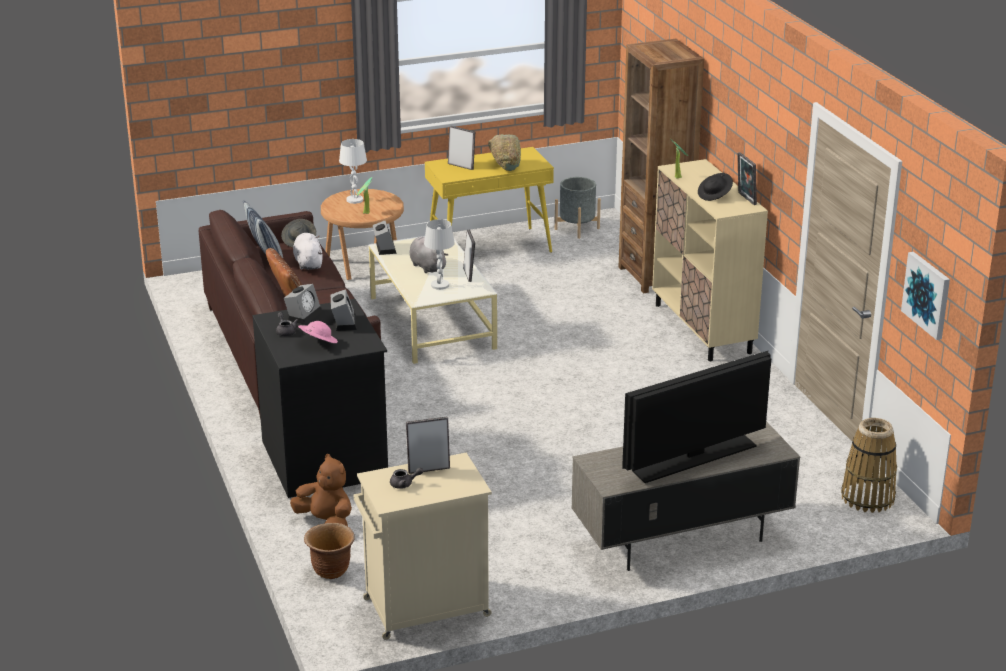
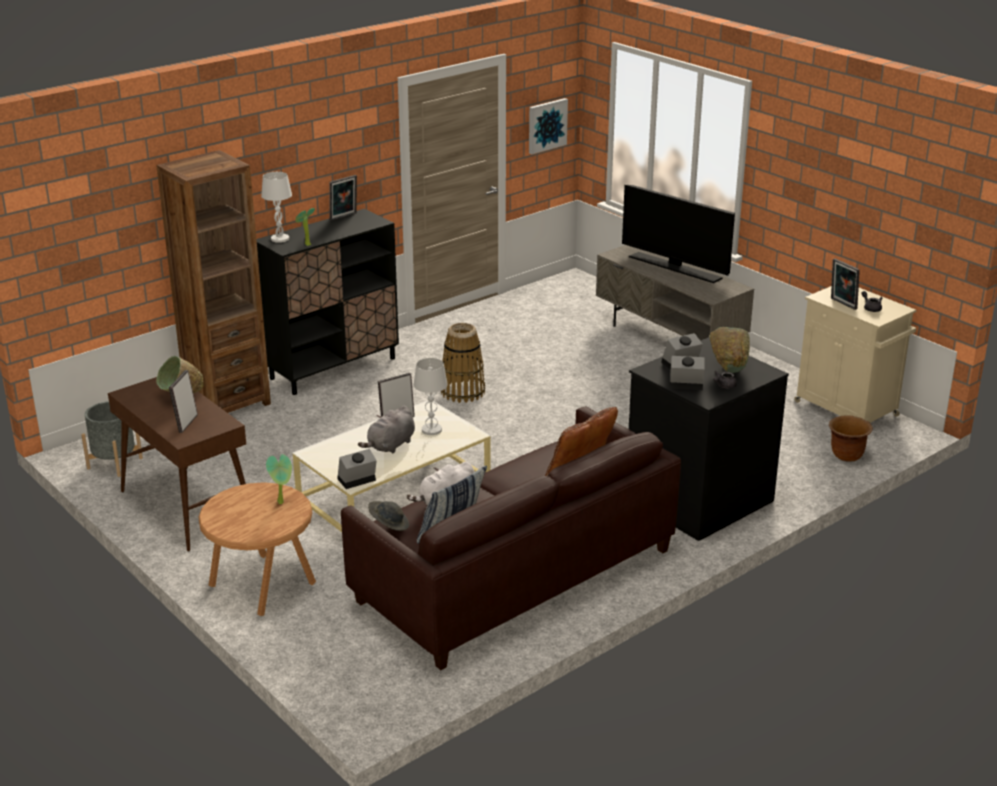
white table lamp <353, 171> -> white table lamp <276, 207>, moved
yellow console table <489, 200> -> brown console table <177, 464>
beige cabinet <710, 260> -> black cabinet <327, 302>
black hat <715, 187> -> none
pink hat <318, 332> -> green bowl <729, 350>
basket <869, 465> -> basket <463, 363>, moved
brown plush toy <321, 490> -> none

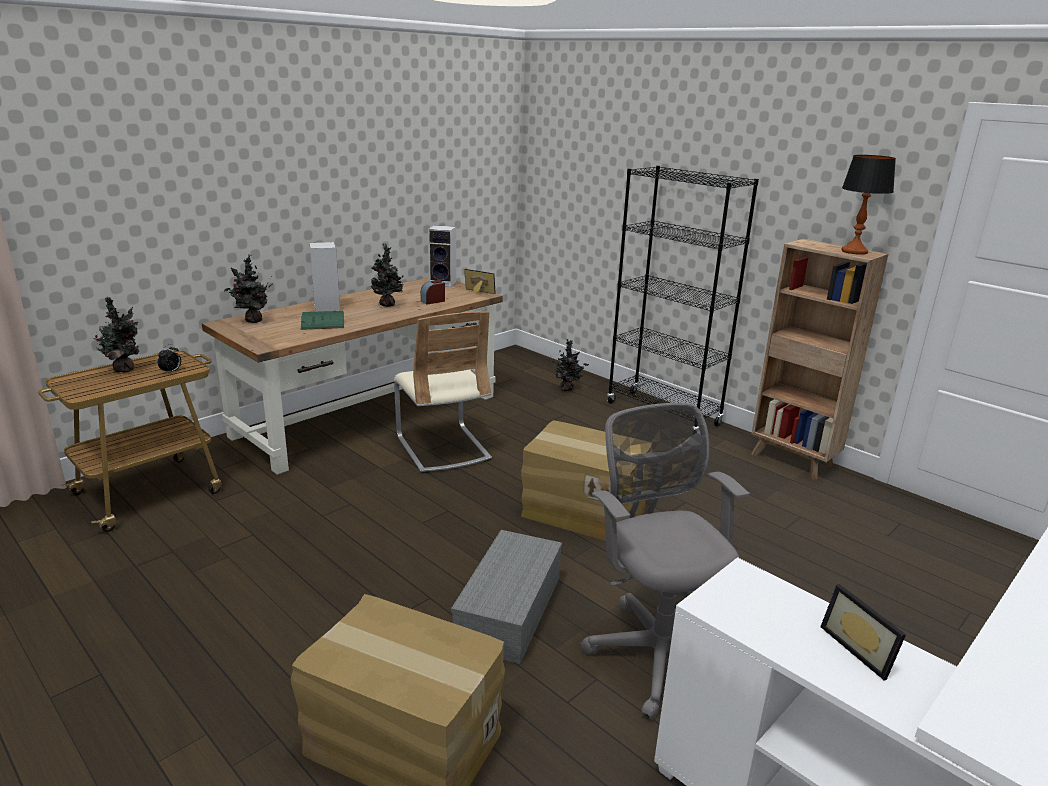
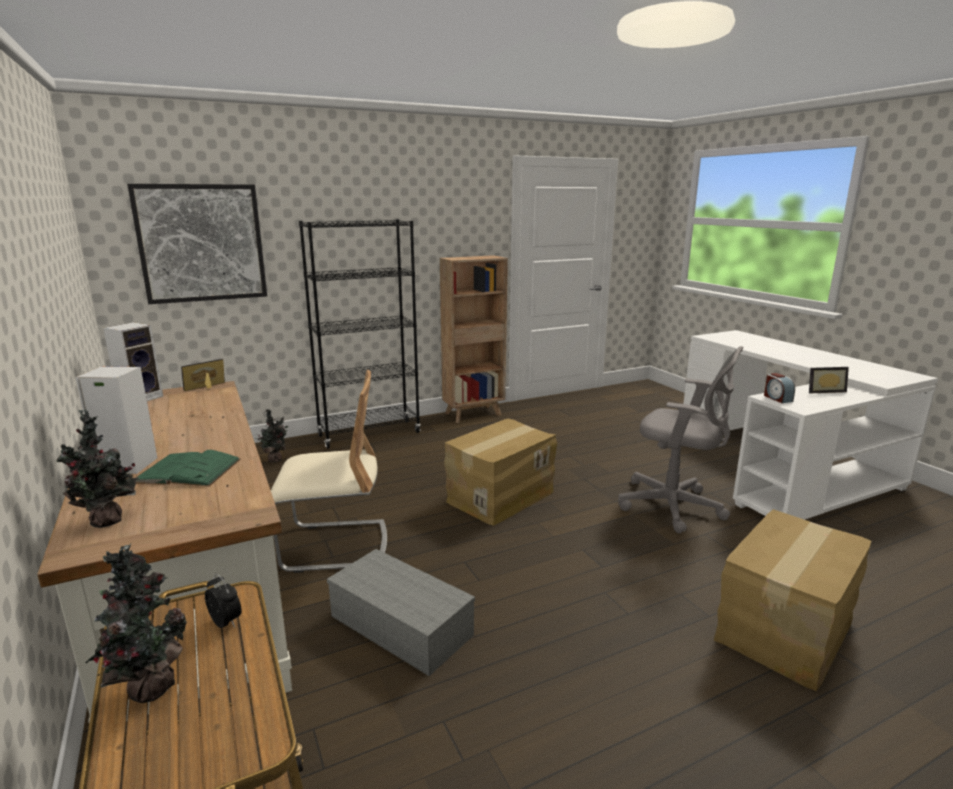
table lamp <868, 205> -> none
potted plant <387, 275> -> none
alarm clock <433, 292> -> alarm clock <779, 388>, moved
grey office chair <665, 561> -> grey office chair <681, 439>, 150 degrees counterclockwise
grey storage box <506, 597> -> grey storage box <401, 612>, moved
none -> picture <197, 244>

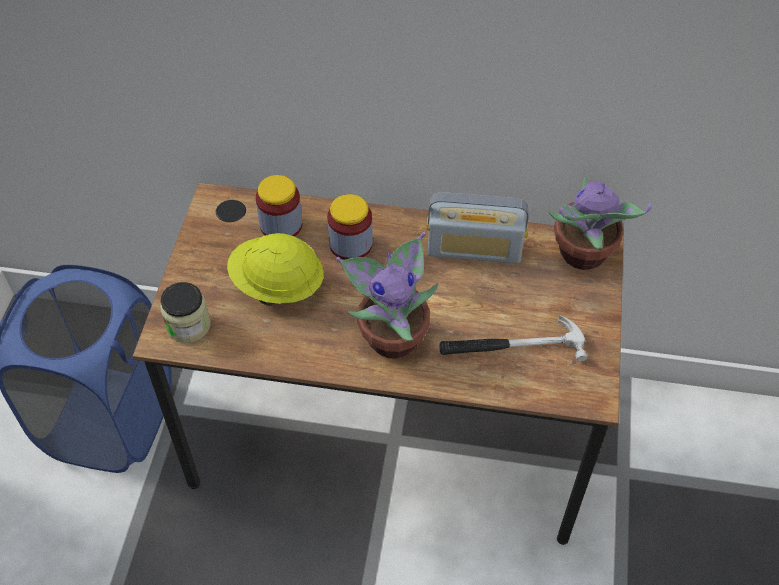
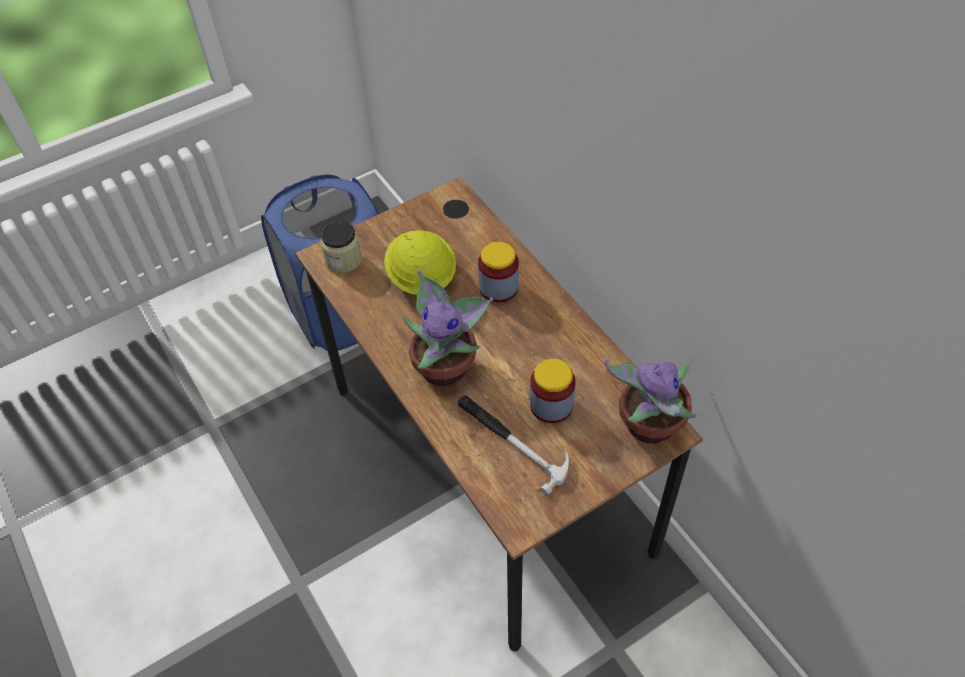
jar <279, 205> -> jar <553, 391>, moved
radio <478, 228> -> none

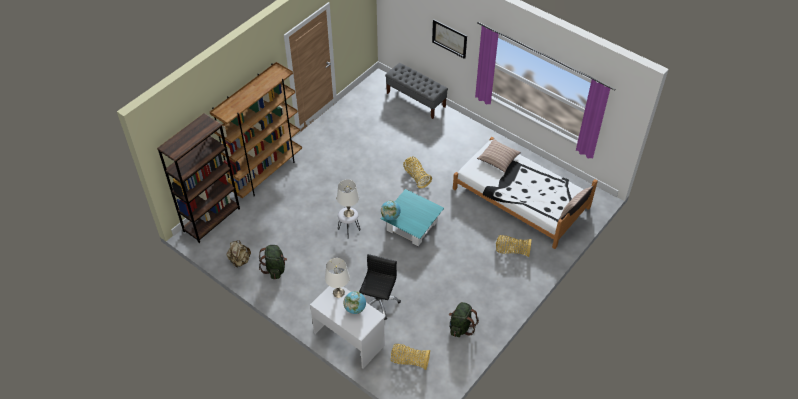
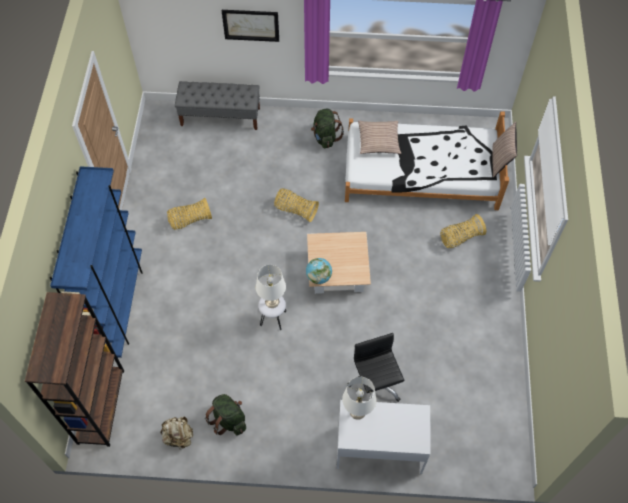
brown bookcase <256, 130> -> blue bookcase <96, 262>
turquoise coffee table <412, 217> -> beige coffee table <339, 263>
globe <355, 302> -> none
green backpack <464, 319> -> green backpack <327, 128>, moved
basket <410, 357> -> basket <189, 214>, moved

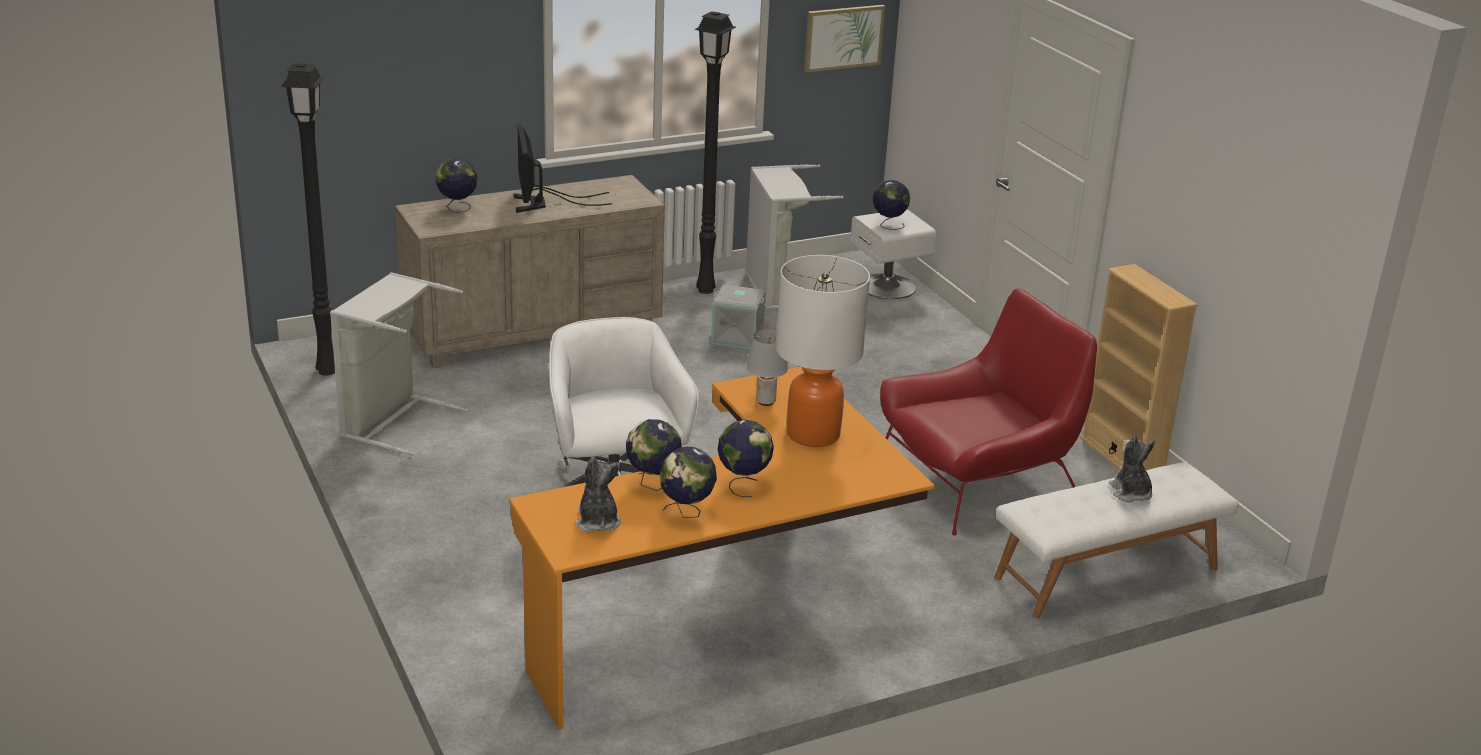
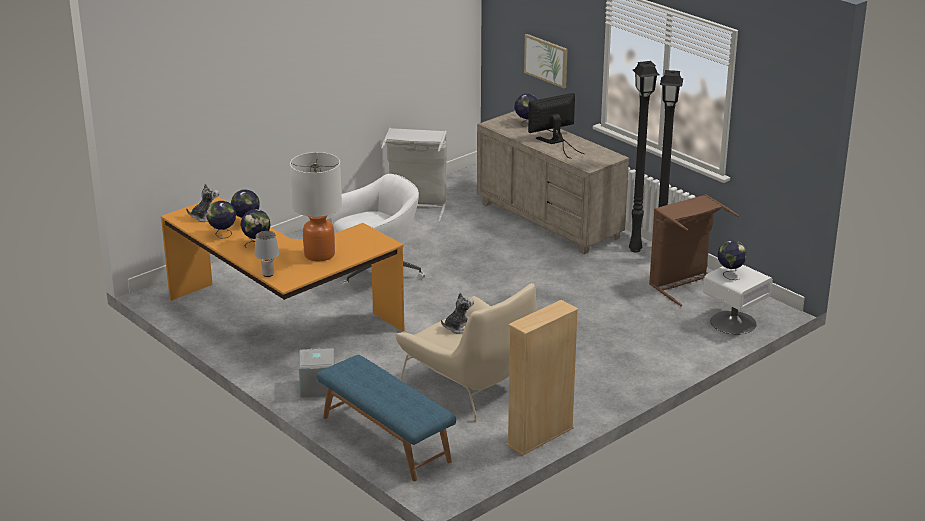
picture <844, 39> -> picture <545, 61>, moved
black floor lamp <308, 219> -> black floor lamp <644, 156>, moved
grey laundry basket <795, 236> -> brown laundry basket <694, 250>
grey storage box <738, 317> -> grey storage box <317, 372>, moved
red armchair <988, 411> -> beige armchair <466, 352>
grey table lamp <767, 367> -> grey table lamp <266, 254>, moved
plush toy <1132, 469> -> plush toy <457, 313>, moved
white bench <1116, 540> -> blue bench <386, 418>

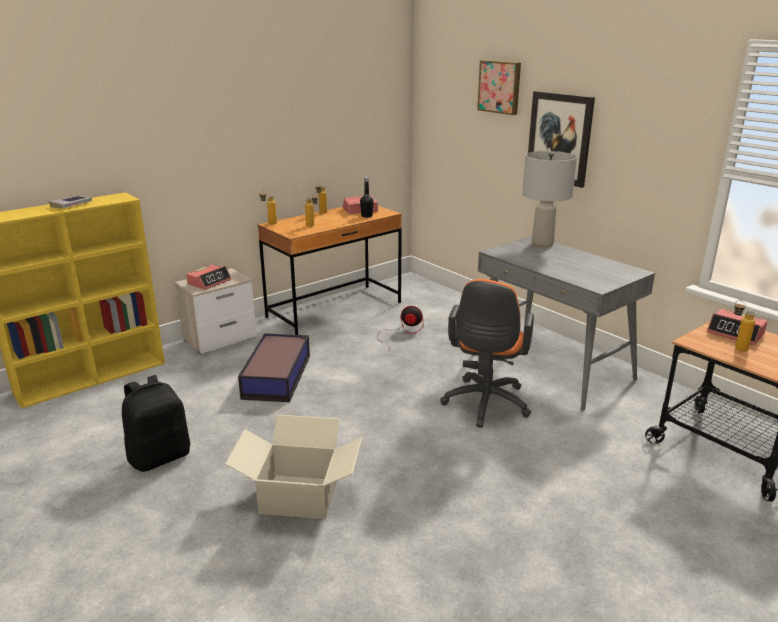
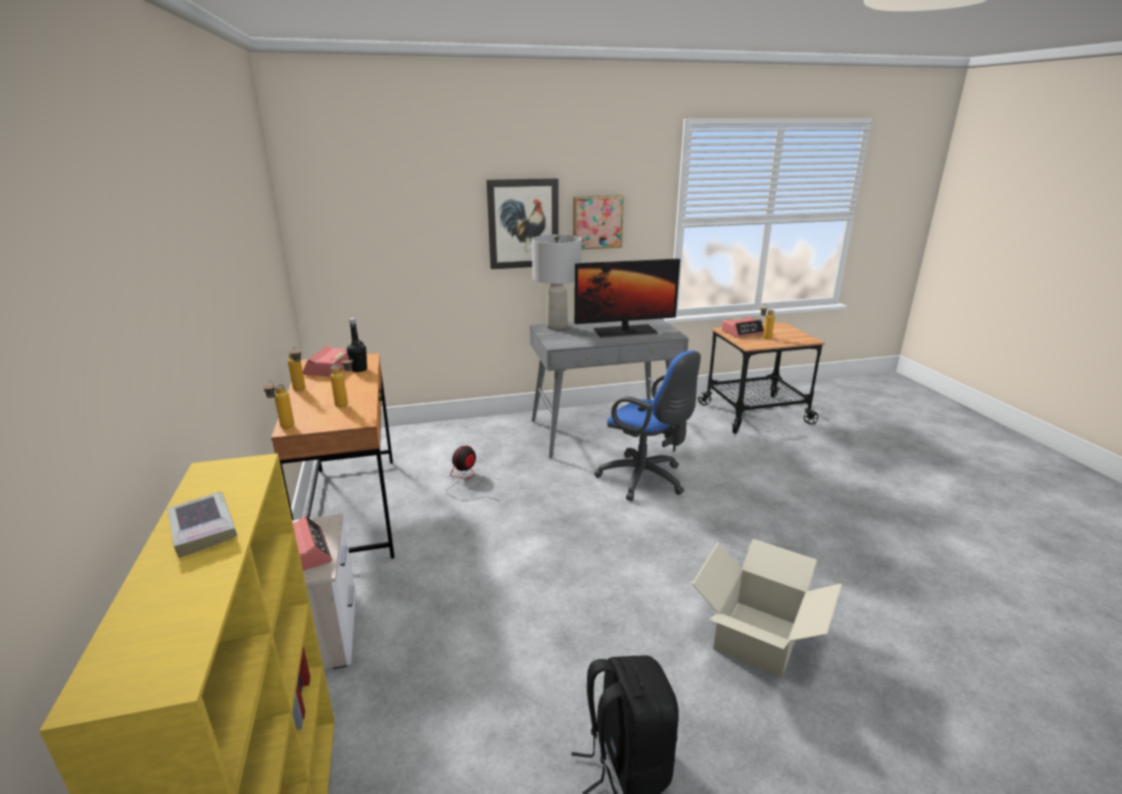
picture <499, 87> -> picture <598, 222>, moved
orange office chair <487, 353> -> blue office chair <647, 425>
storage box <274, 367> -> none
none -> monitor <627, 298>

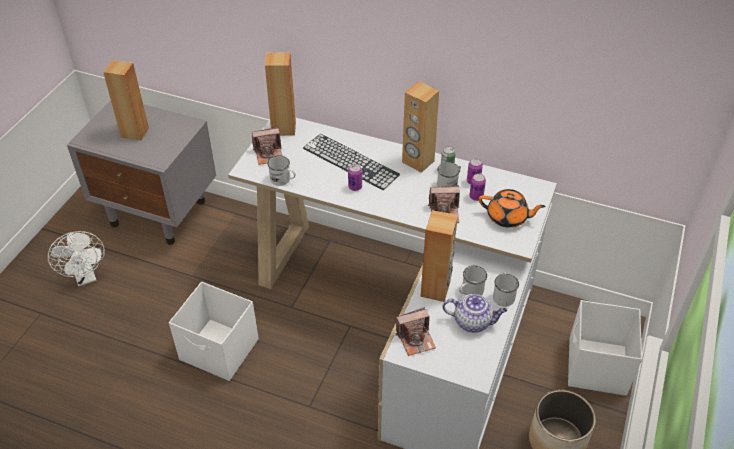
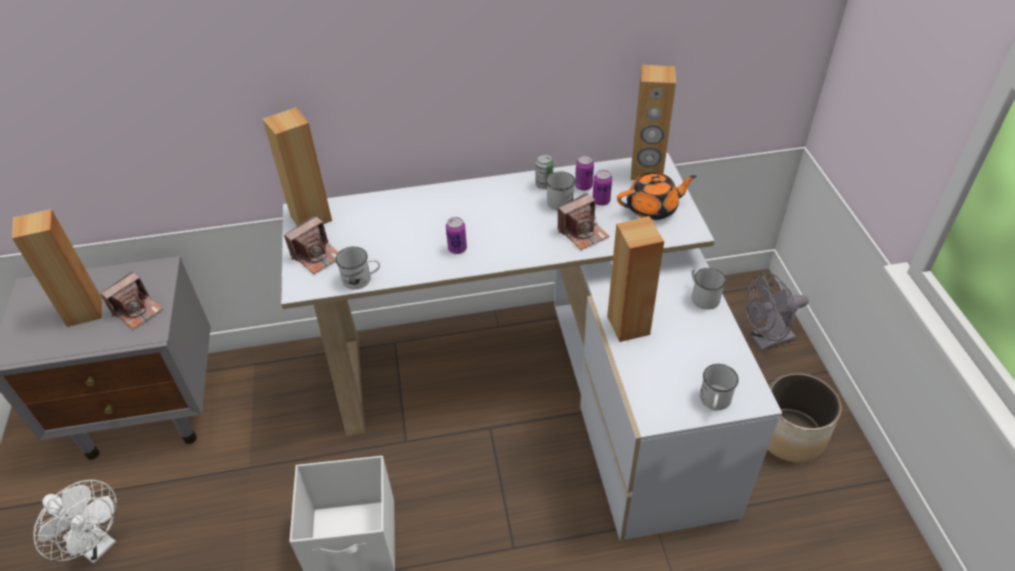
brown speaker <420, 127> -> brown speaker <653, 122>, moved
keyboard <351, 162> -> none
white mug <473, 280> -> white mug <719, 387>, moved
teapot <474, 313> -> none
white storage box <605, 348> -> grey fan <777, 311>
photo camera <416, 331> -> photo camera <132, 300>, moved

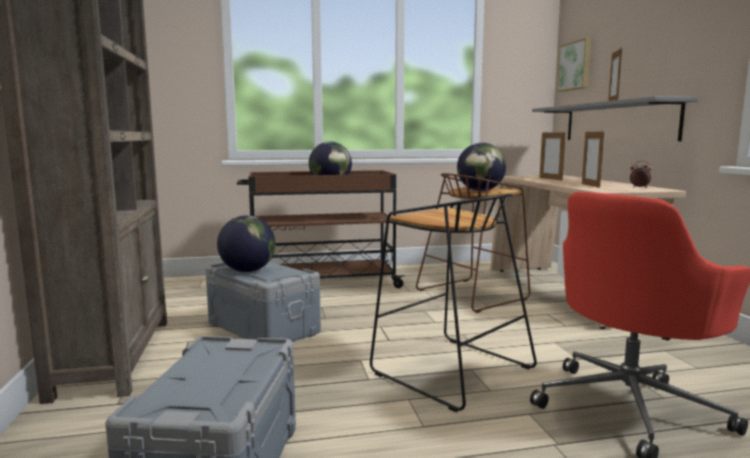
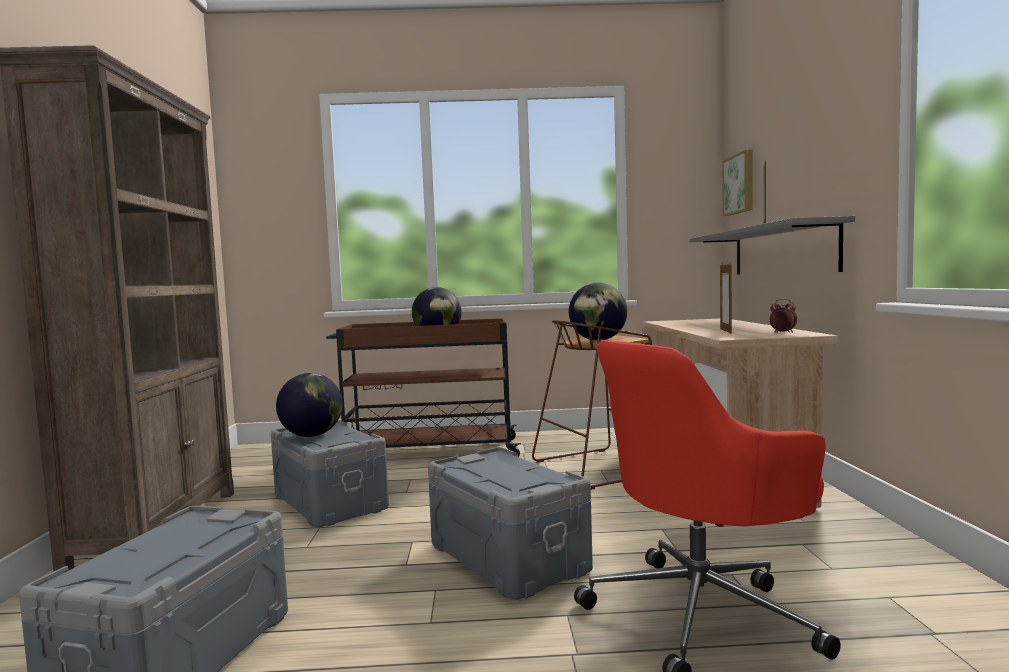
picture frame <553, 156> -> none
black stool <453, 303> -> grey storage box <510, 523>

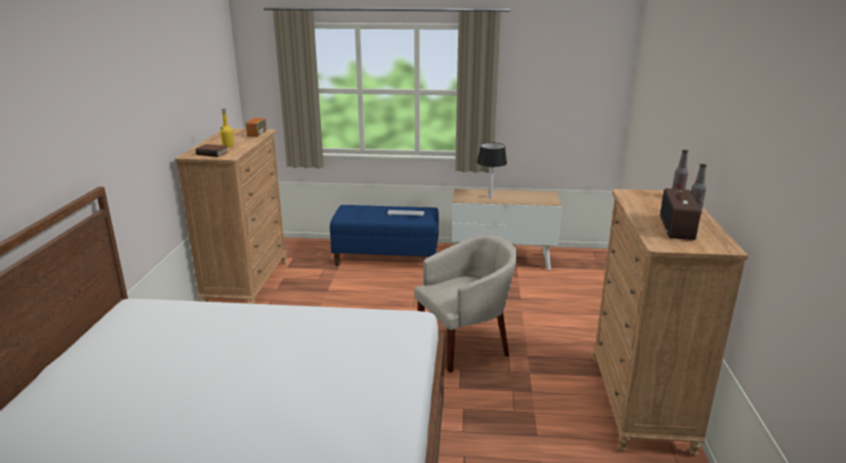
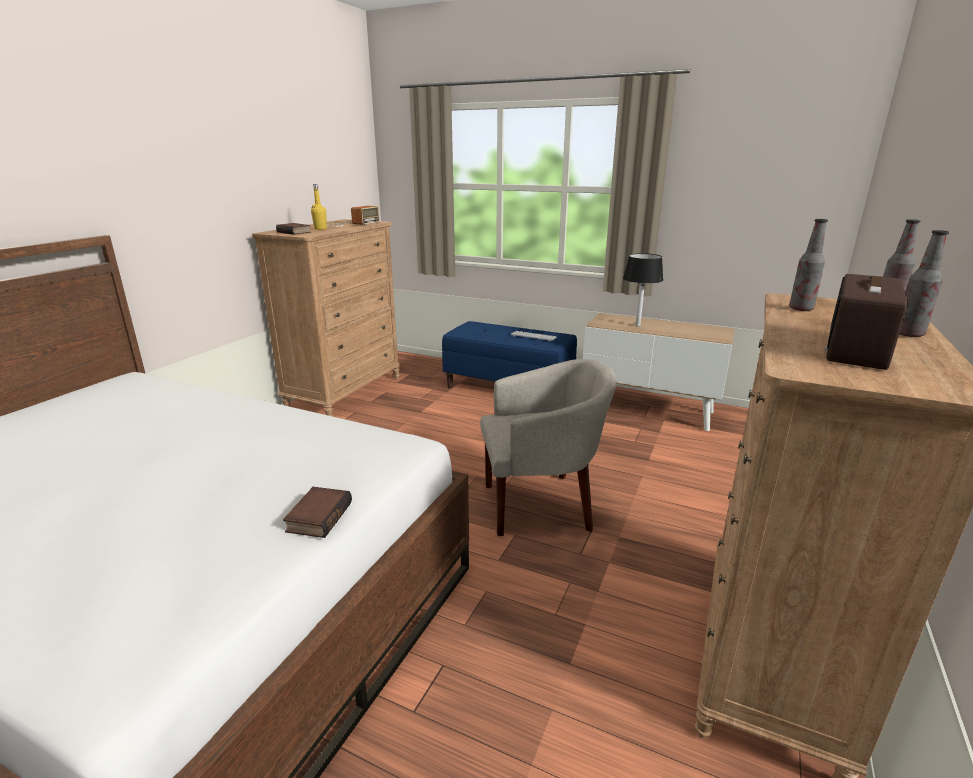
none -> bottle <808, 265>
none -> book <317, 512>

